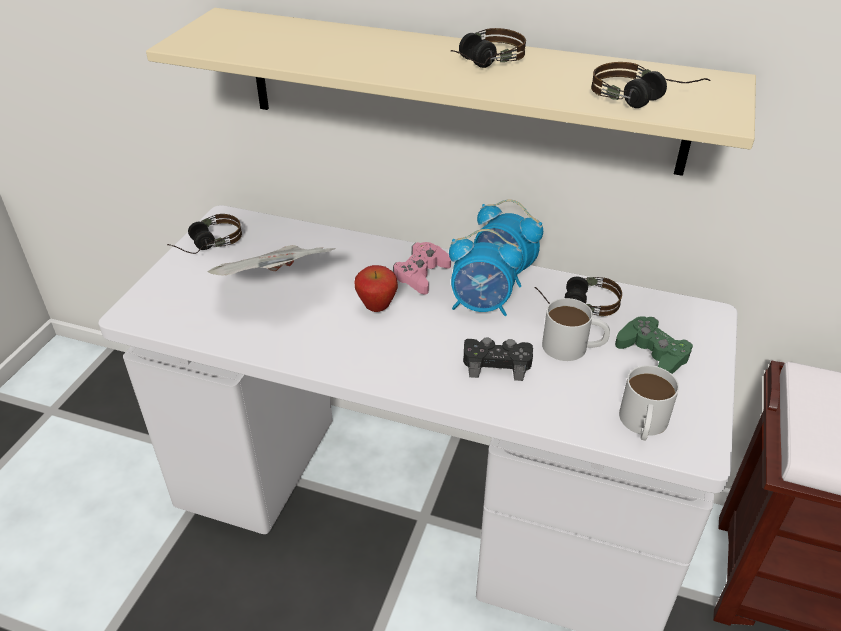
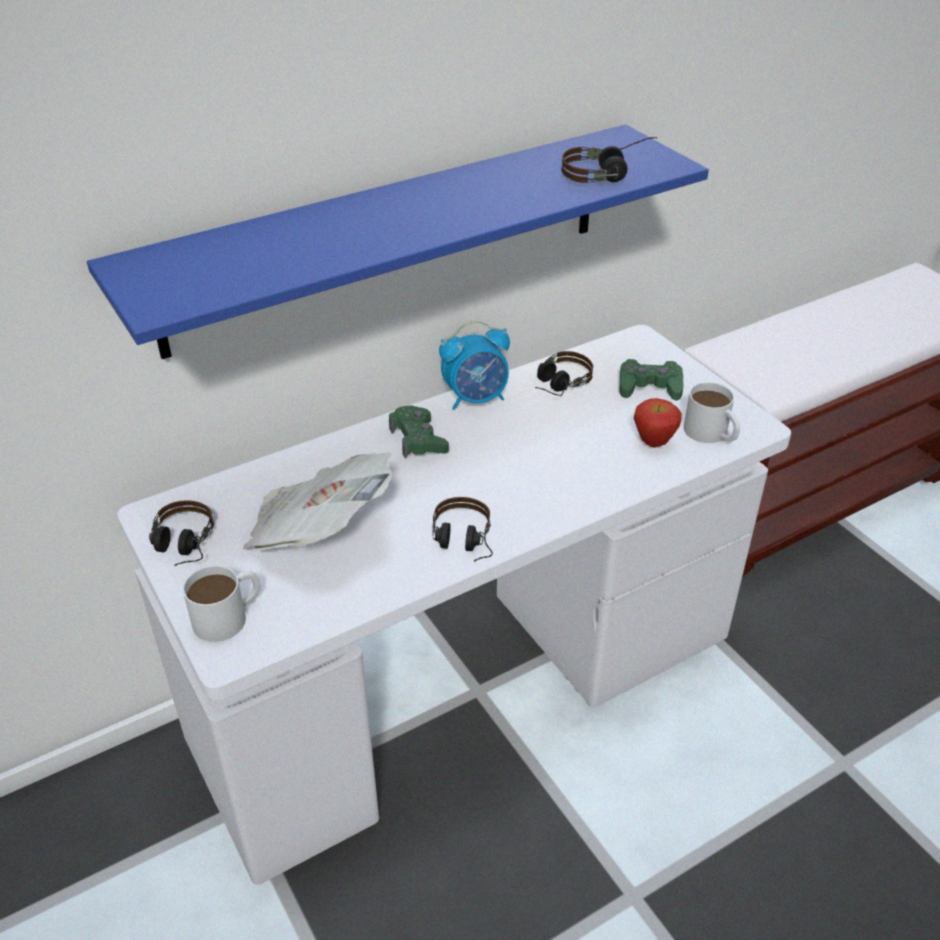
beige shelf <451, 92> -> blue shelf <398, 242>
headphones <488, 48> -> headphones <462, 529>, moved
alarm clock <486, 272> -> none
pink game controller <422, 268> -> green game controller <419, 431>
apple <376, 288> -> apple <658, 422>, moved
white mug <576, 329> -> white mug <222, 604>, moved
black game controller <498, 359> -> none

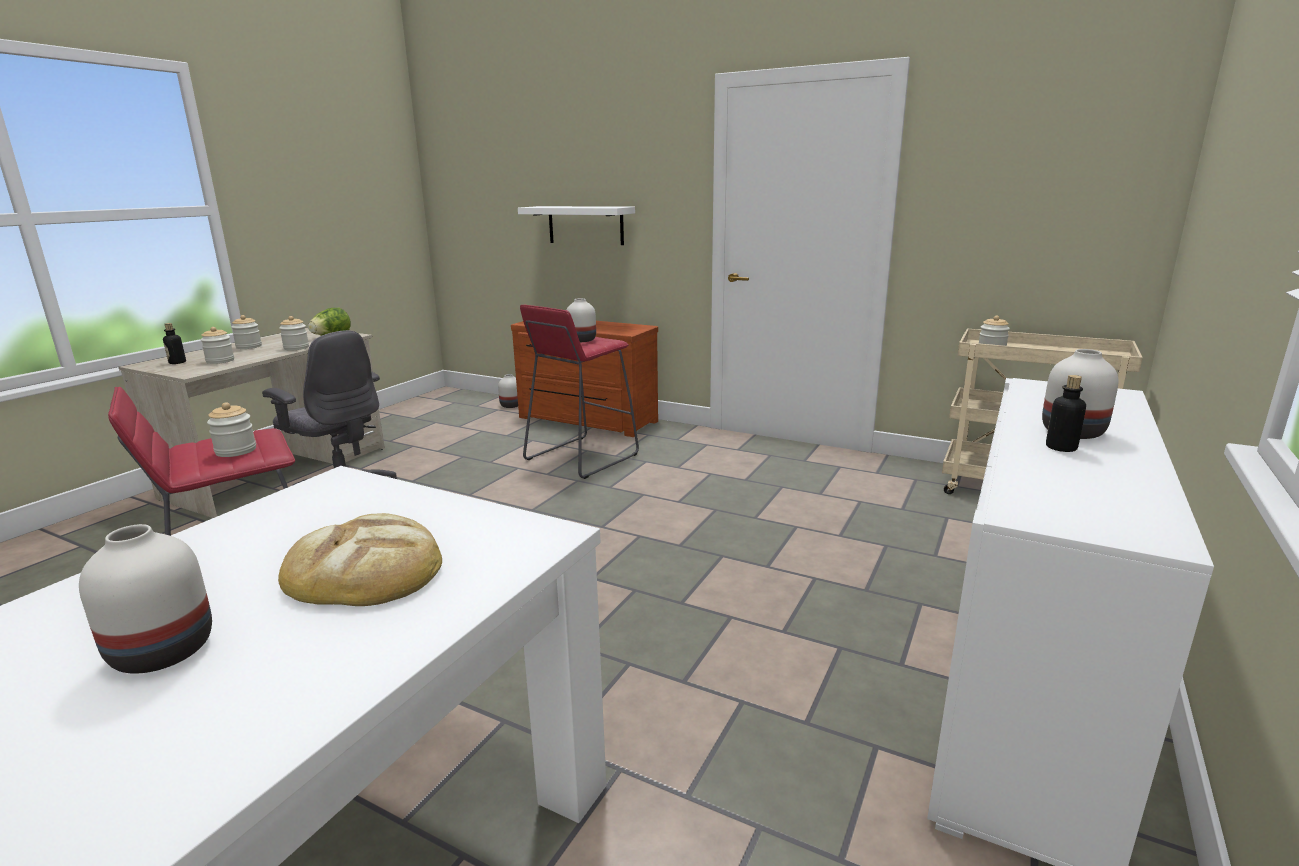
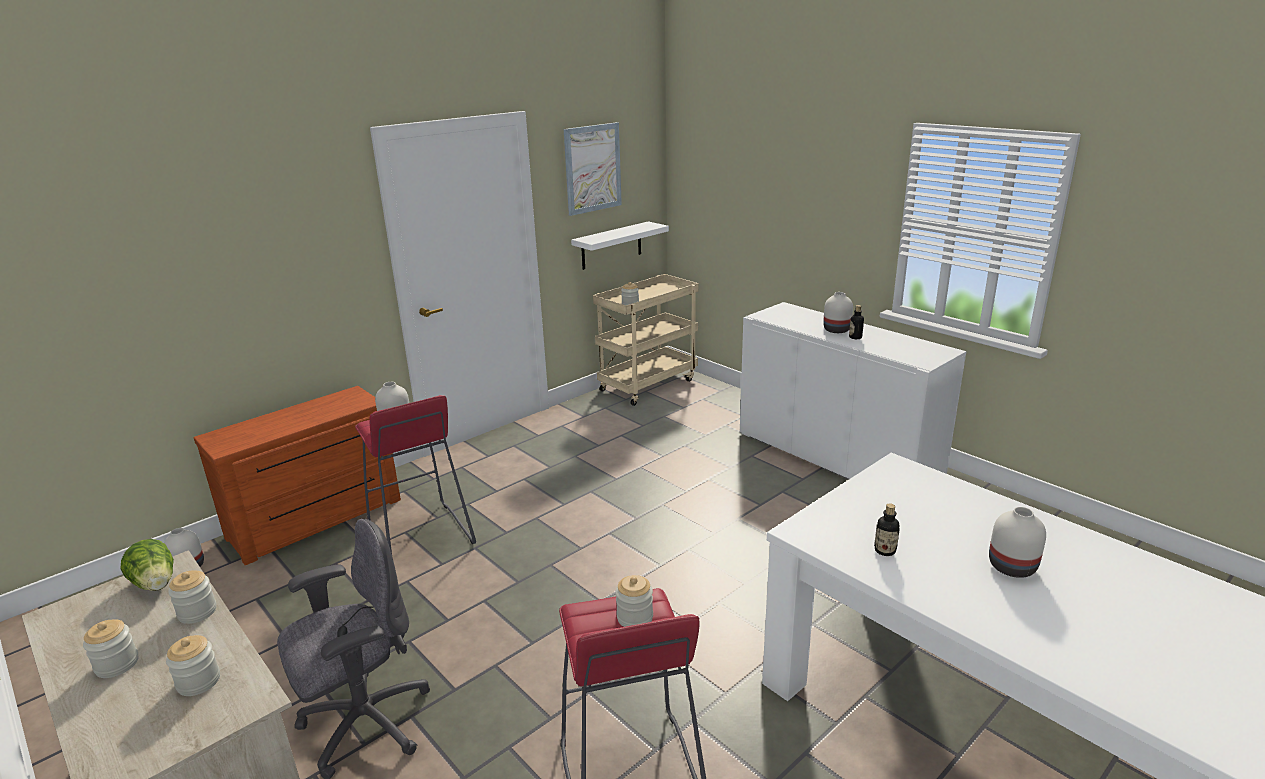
white shelf <576, 225> -> white shelf <620, 245>, moved
bottle <174, 343> -> bottle <887, 529>, moved
bread <360, 559> -> none
none -> picture <593, 169>

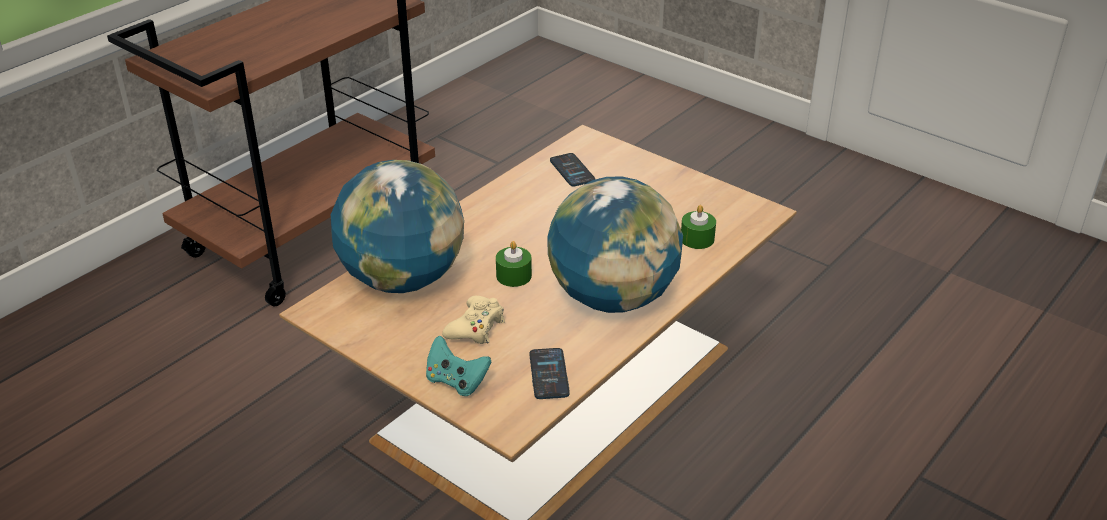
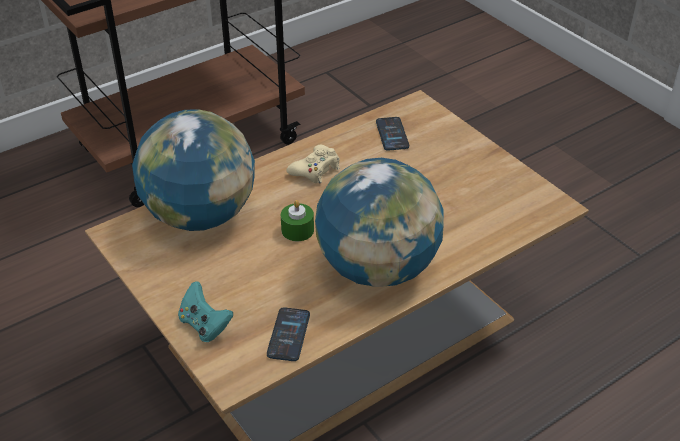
green candle <698, 227> -> none
beige game controller <473, 320> -> beige game controller <313, 164>, moved

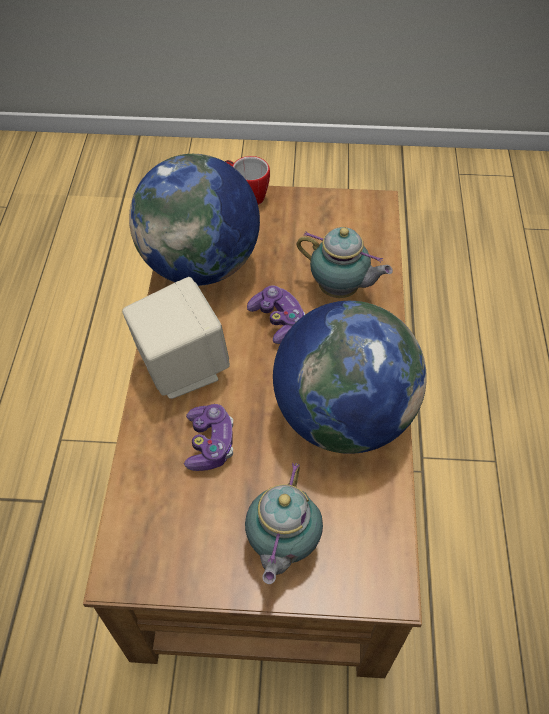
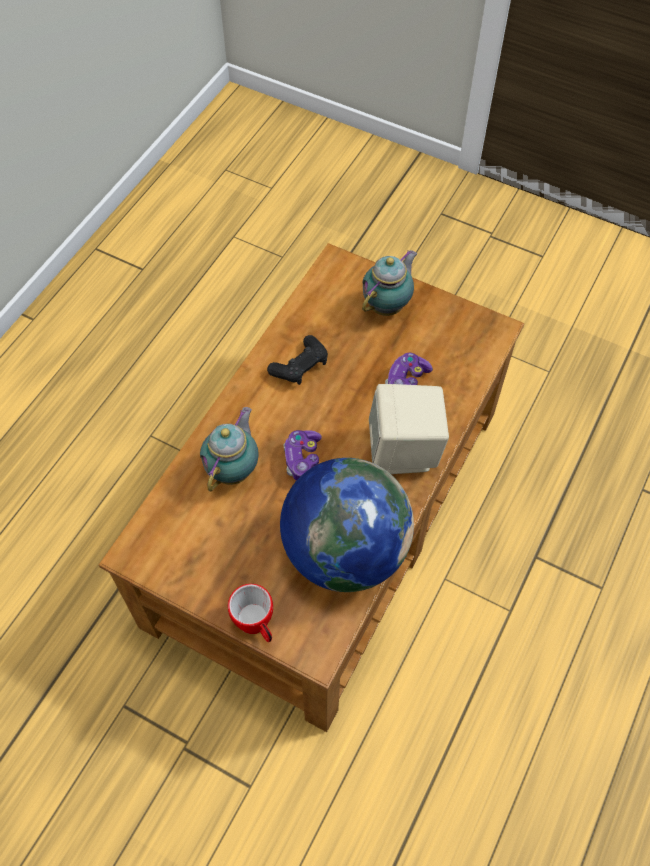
teapot <345, 262> -> teapot <229, 449>, 60 degrees clockwise
globe <350, 377> -> black game controller <297, 360>

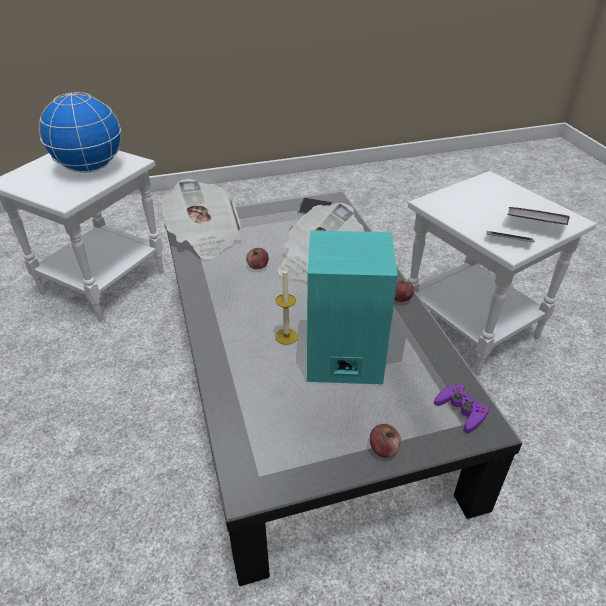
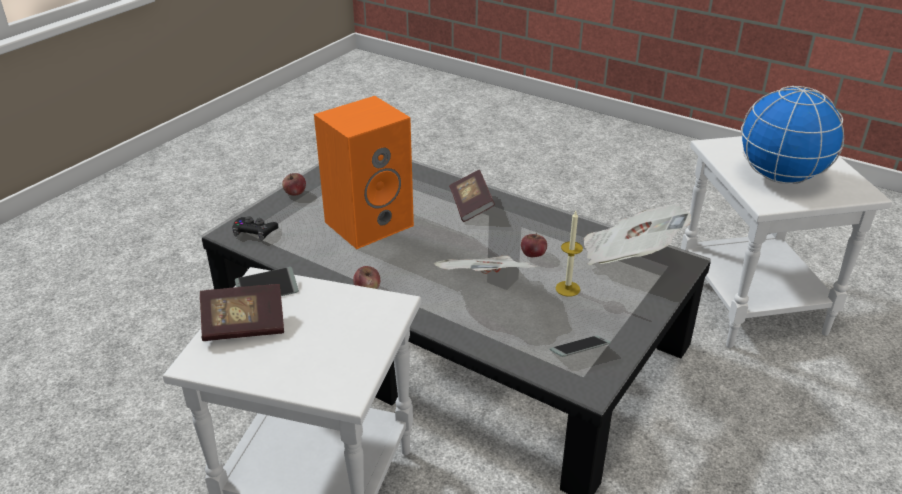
turquoise speaker <352, 307> -> orange speaker <364, 172>
candle <286, 306> -> candle <569, 254>, moved
purple game controller <462, 408> -> black game controller <255, 228>
none -> book <472, 196>

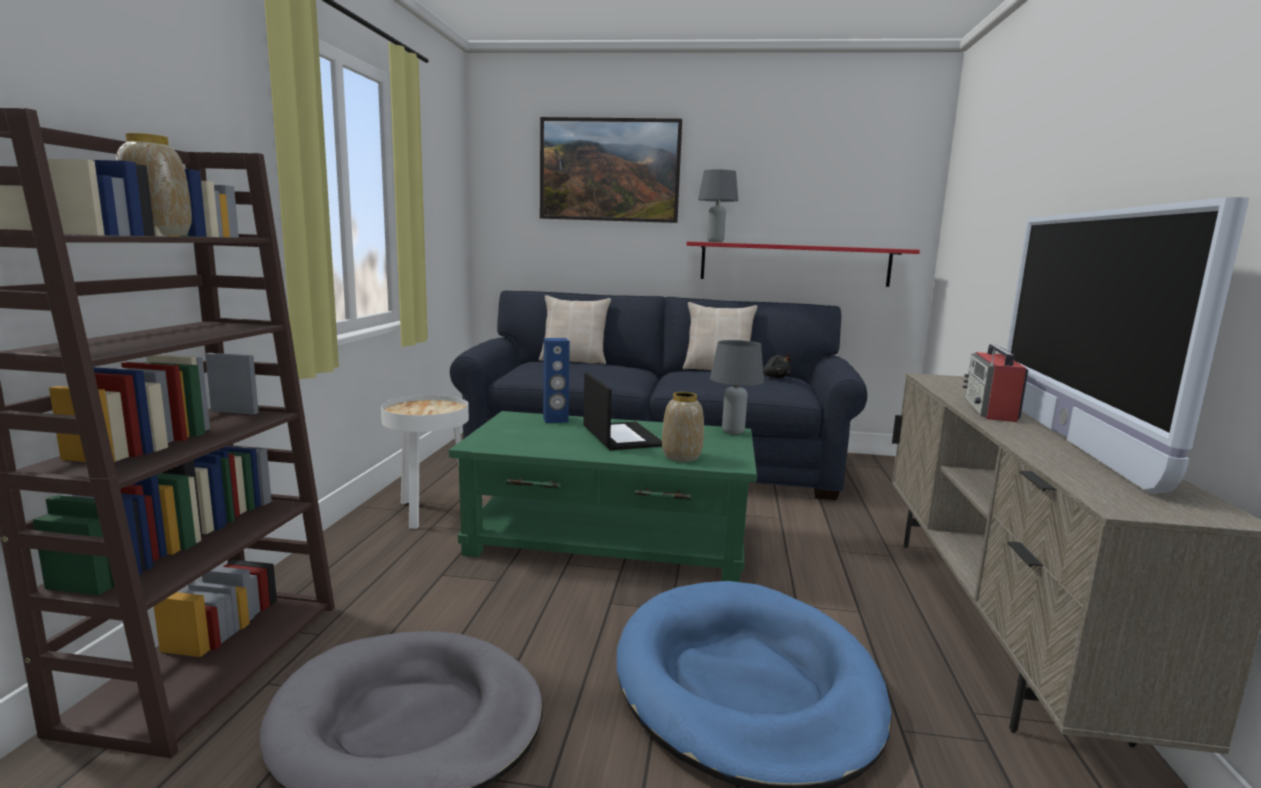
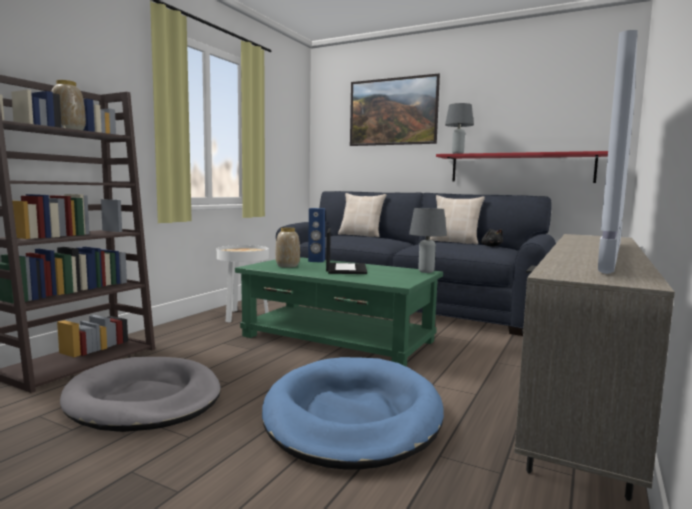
radio <995, 383> -> none
vase <683, 427> -> vase <288, 248>, moved

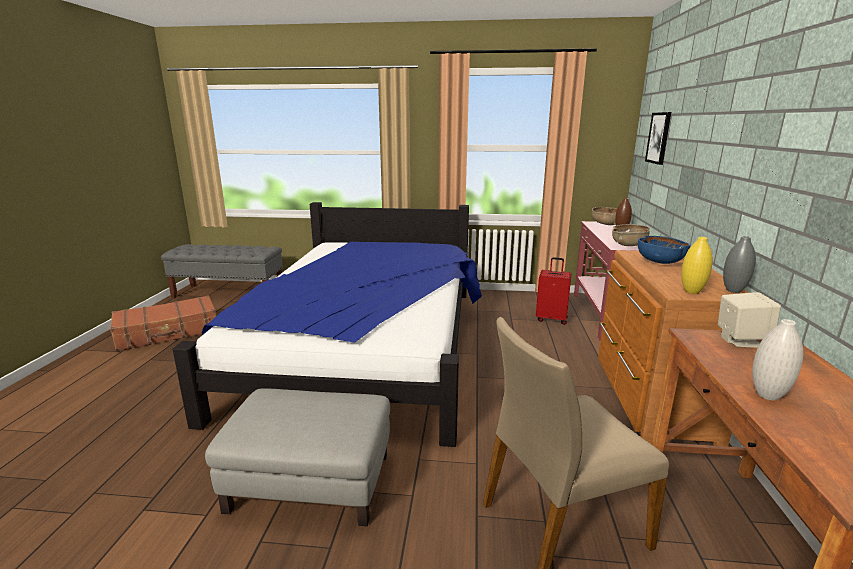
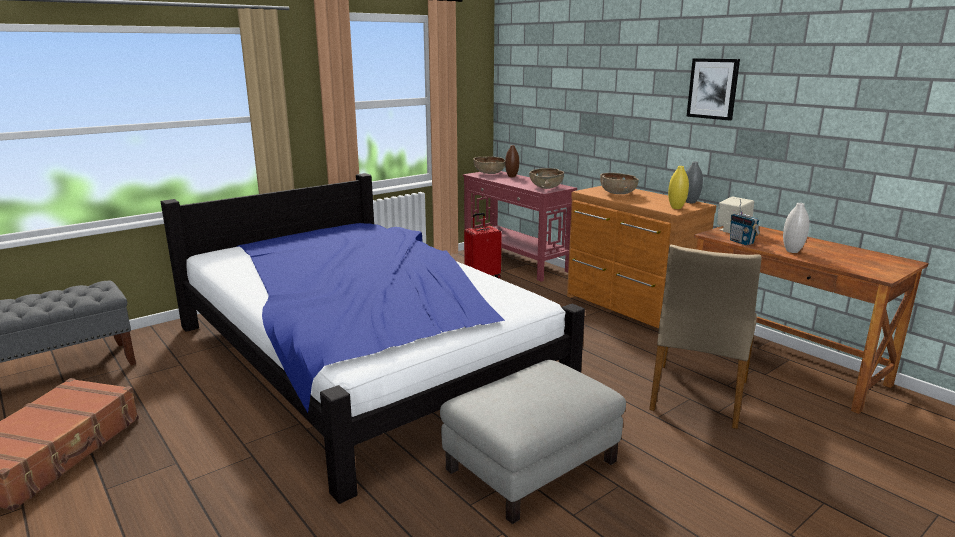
picture <658, 138> -> picture <713, 89>, moved
blue bowl <664, 250> -> brown bowl <619, 183>
none -> radio <745, 222>

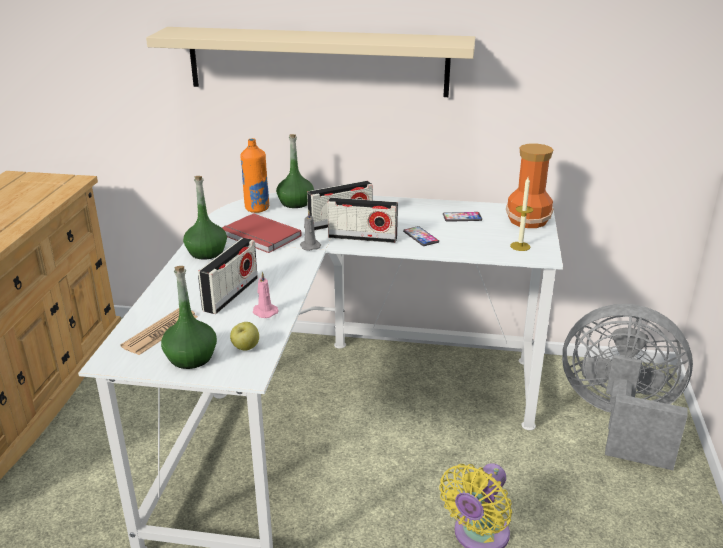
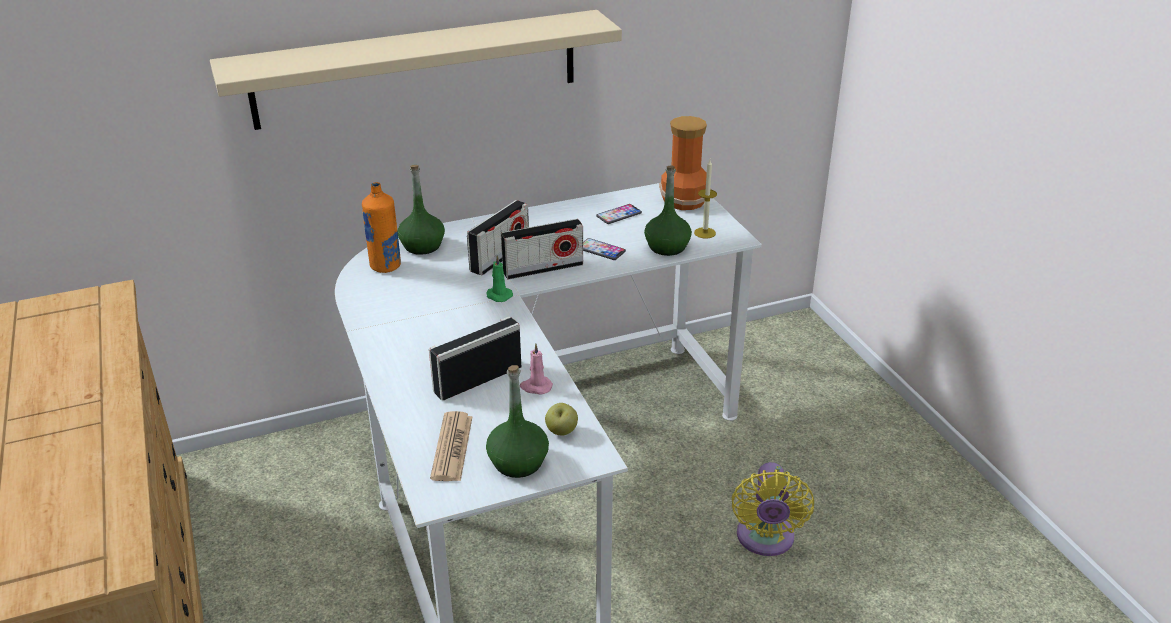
green bottle <205, 218> -> green bottle <668, 211>, moved
grey candle <310, 231> -> green candle <500, 278>
red book <262, 233> -> none
radio <228, 276> -> radio <475, 358>, 120 degrees counterclockwise
grey fan <627, 387> -> none

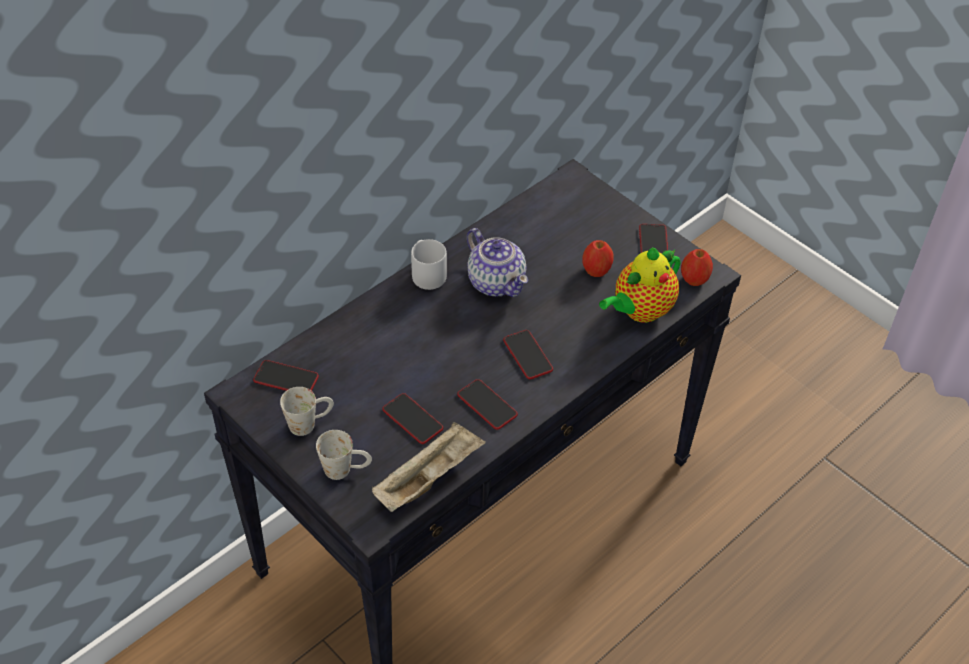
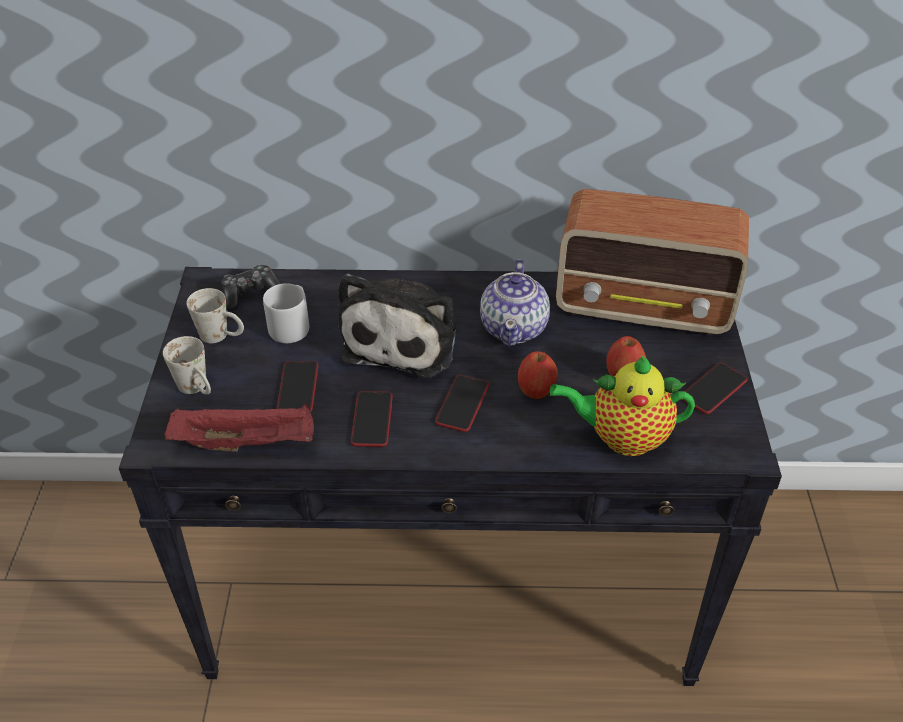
grey mug <429, 264> -> grey mug <286, 313>, moved
apple <697, 267> -> apple <538, 375>, moved
phone <286, 375> -> game controller <250, 288>
beige tray <429, 467> -> red tray <239, 428>
none -> radio <652, 262>
none -> plush toy <397, 325>

